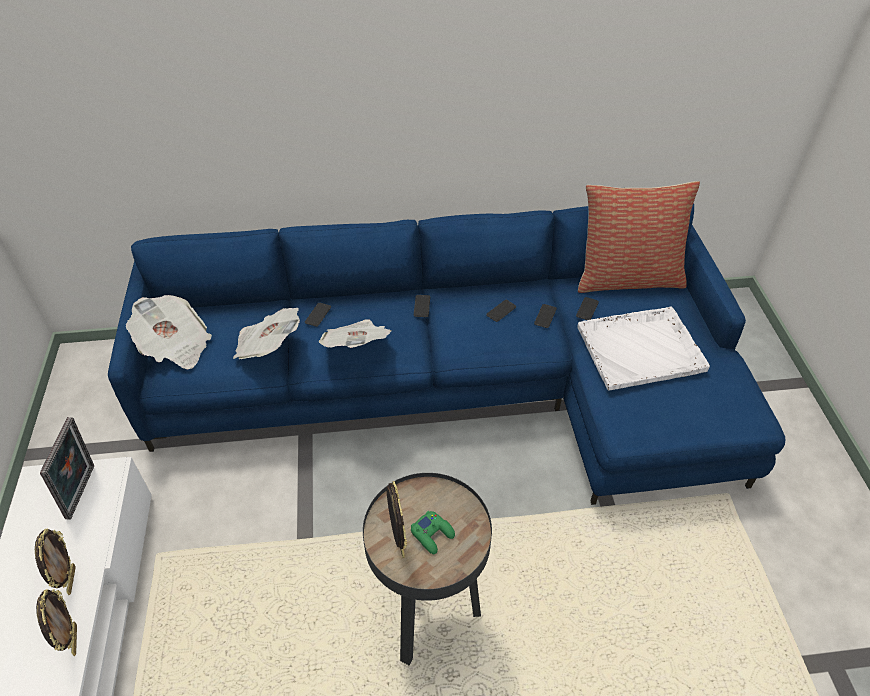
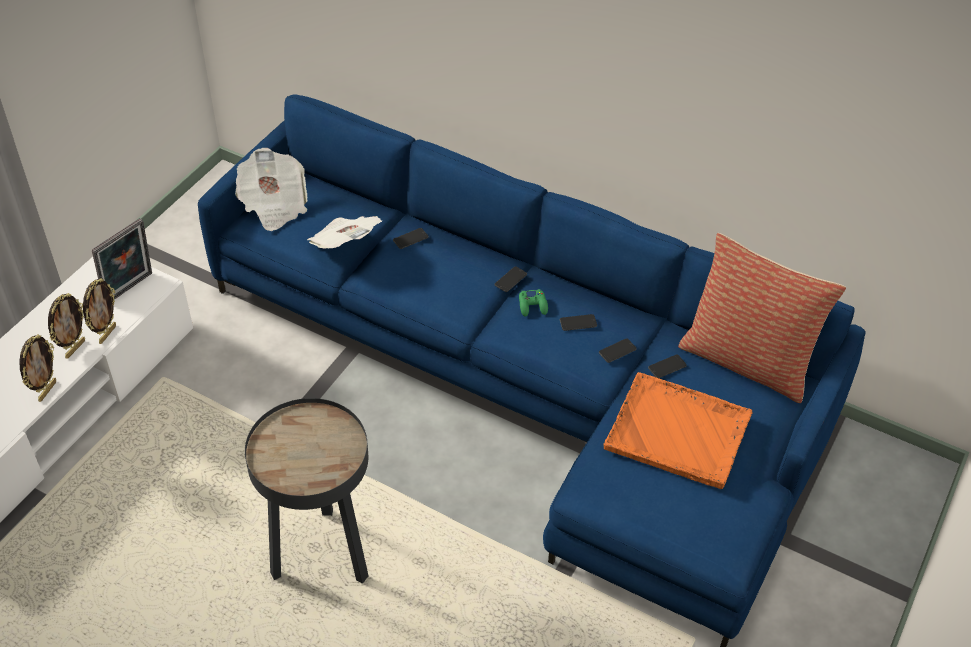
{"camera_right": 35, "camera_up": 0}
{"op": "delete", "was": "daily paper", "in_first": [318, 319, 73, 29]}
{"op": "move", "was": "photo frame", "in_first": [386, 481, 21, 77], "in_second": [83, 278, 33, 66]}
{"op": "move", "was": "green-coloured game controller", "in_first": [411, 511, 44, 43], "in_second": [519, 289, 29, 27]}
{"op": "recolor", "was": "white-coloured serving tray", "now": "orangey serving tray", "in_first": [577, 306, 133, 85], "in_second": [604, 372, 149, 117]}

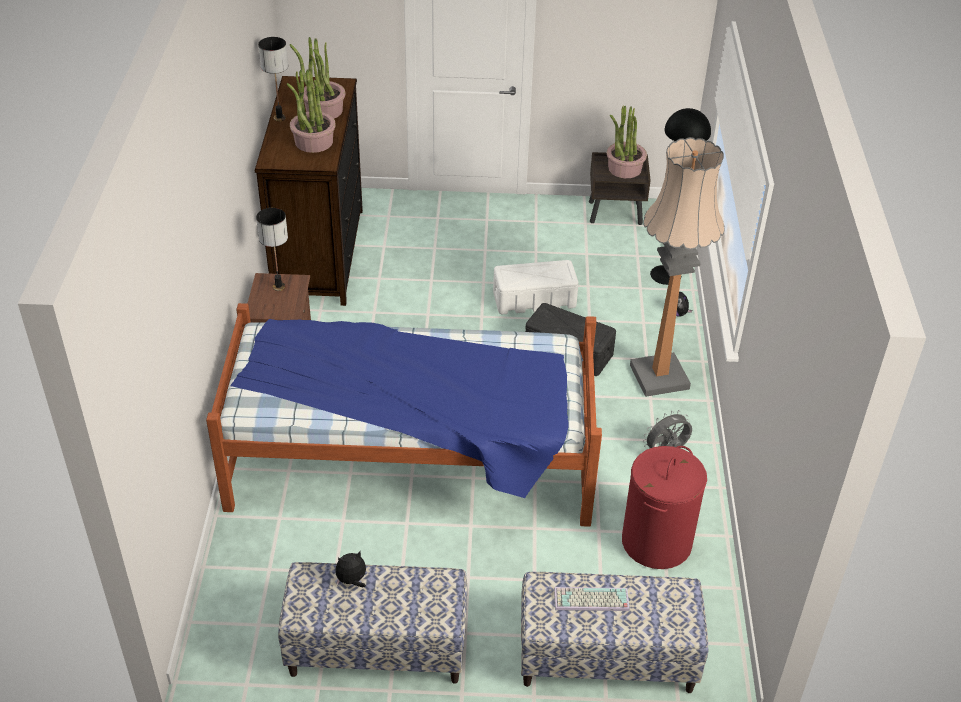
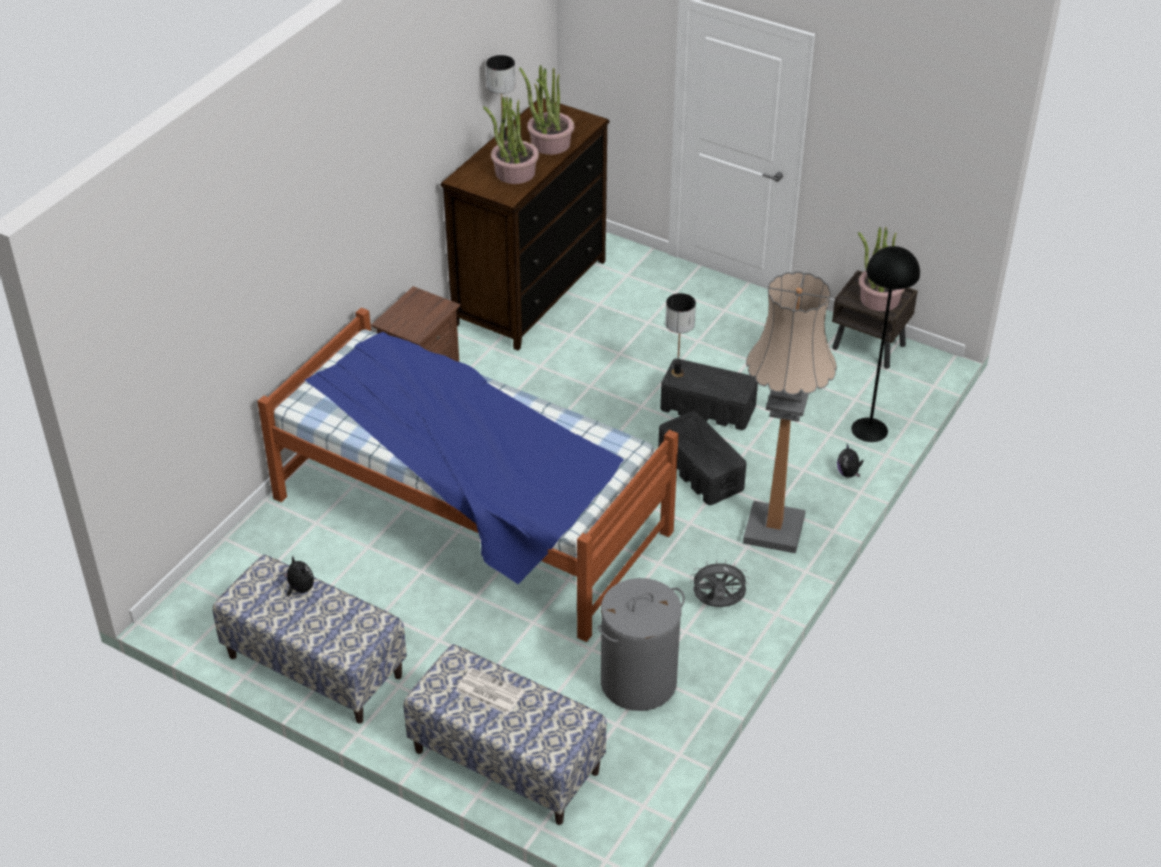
{"camera_right": 30, "camera_up": 0}
{"op": "move", "was": "tabletop lamp", "in_first": [256, 208, 32, 83], "in_second": [665, 293, 31, 84]}
{"op": "replace", "was": "computer keyboard", "now": "daily paper", "in_first": [554, 587, 76, 24], "in_second": [456, 668, 68, 46]}
{"op": "recolor", "was": "white-coloured storage bin", "now": "black-coloured storage bin", "in_first": [493, 260, 86, 54], "in_second": [660, 358, 98, 72]}
{"op": "recolor", "was": "reddish hamper", "now": "greyish hamper", "in_first": [622, 446, 85, 123], "in_second": [598, 578, 87, 133]}
{"op": "rotate", "was": "cuddly toy", "in_first": [335, 551, 31, 36], "in_second": [283, 556, 31, 40], "clockwise": 45}

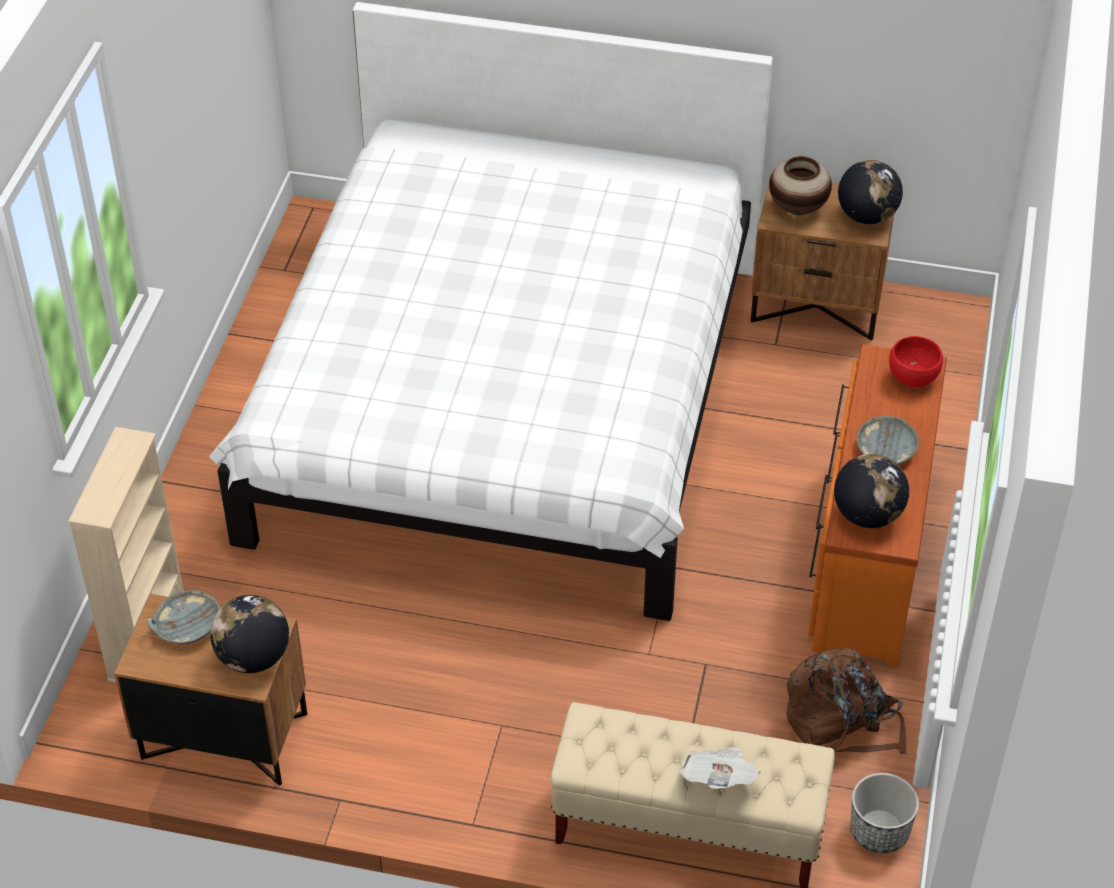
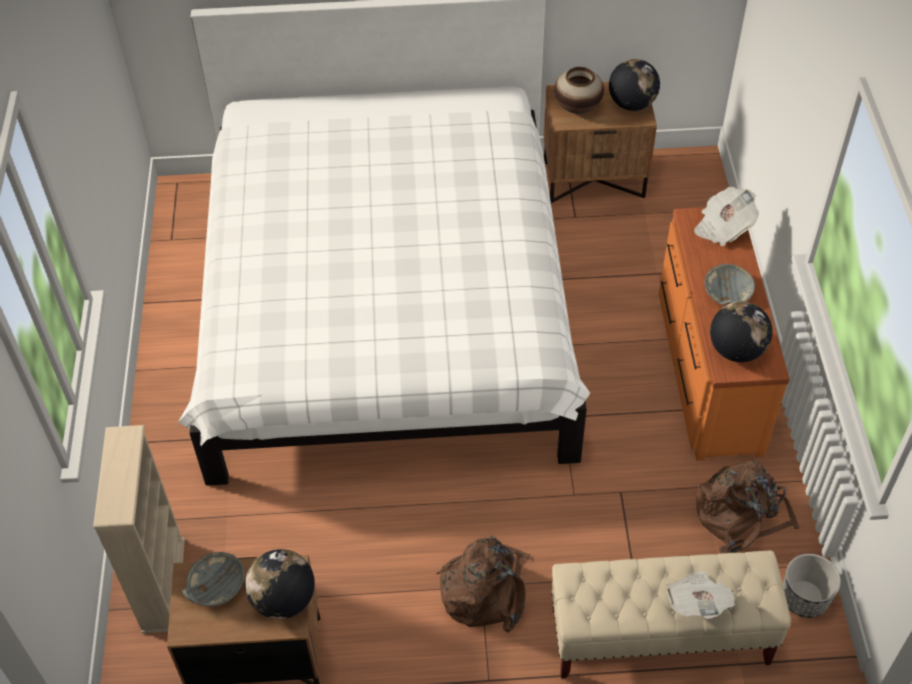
{"camera_right": -15, "camera_up": 5}
{"op": "insert", "now": "brown backpack", "in_second": [436, 536, 94, 97]}
{"op": "replace", "was": "reddish serving bowl", "now": "daily paper", "in_first": [889, 336, 54, 51], "in_second": [694, 187, 65, 59]}

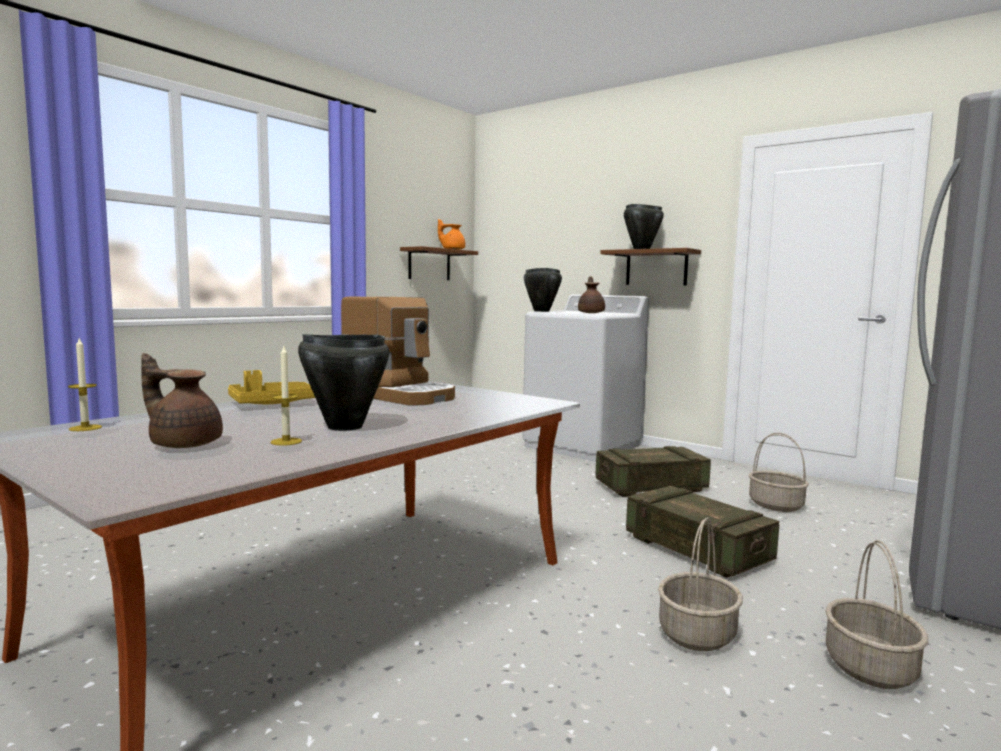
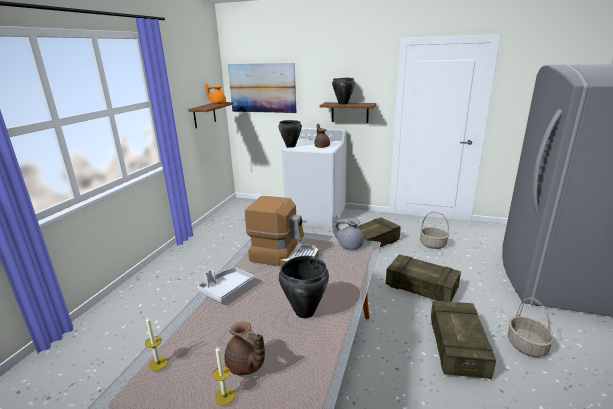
{"camera_right": -20, "camera_up": 15}
{"op": "insert", "now": "picture", "in_second": [228, 63, 68, 50]}
{"op": "insert", "now": "greyish pot for tea", "in_second": [332, 214, 32, 35]}
{"op": "move", "was": "wax light", "in_first": [270, 346, 32, 100], "in_second": [212, 346, 23, 59]}
{"op": "replace", "was": "storage basket", "now": "crate", "in_first": [658, 517, 85, 134], "in_second": [431, 301, 65, 78]}
{"op": "recolor", "was": "yellow-coloured serving tray", "now": "greyish serving tray", "in_first": [228, 370, 87, 34], "in_second": [197, 267, 58, 36]}
{"op": "rotate", "was": "brown pot for tea", "in_first": [141, 353, 82, 95], "in_second": [224, 322, 41, 53], "clockwise": -135}

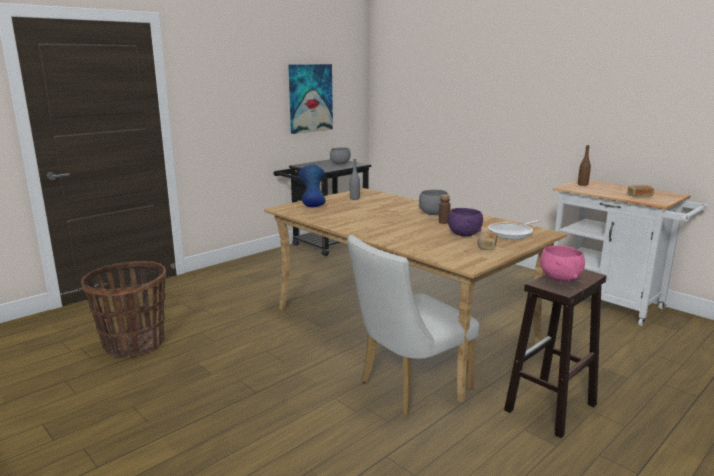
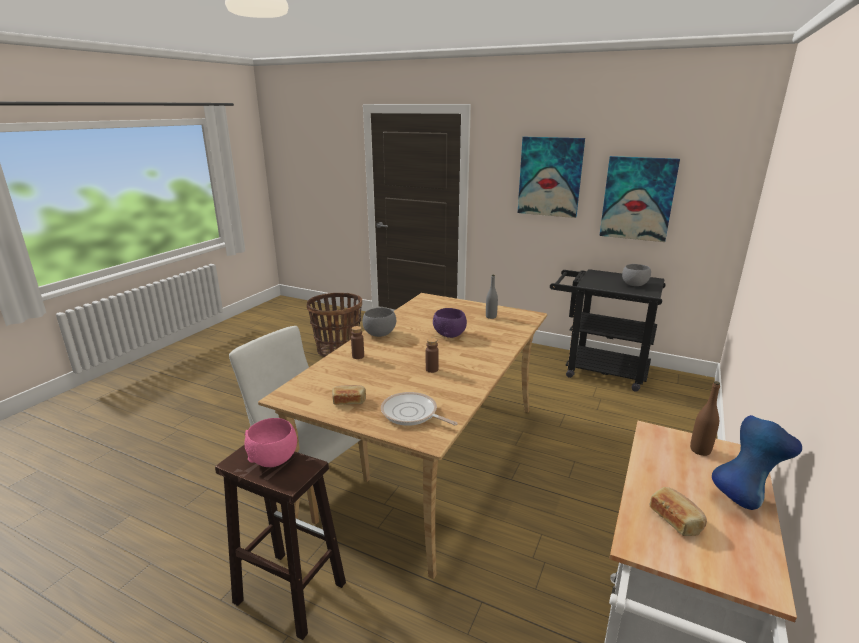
{"camera_right": 70, "camera_up": 5}
{"op": "insert", "now": "brown bottle", "in_second": [351, 326, 13, 33]}
{"op": "insert", "now": "picture", "in_second": [518, 137, 67, 81]}
{"op": "move", "was": "blue-coloured vase", "in_first": [298, 164, 27, 43], "in_second": [712, 415, 90, 95]}
{"op": "move", "was": "greyish serving bowl", "in_first": [419, 190, 29, 25], "in_second": [362, 307, 34, 30]}
{"op": "move", "was": "purple serving bowl", "in_first": [448, 208, 35, 29], "in_second": [433, 308, 34, 30]}

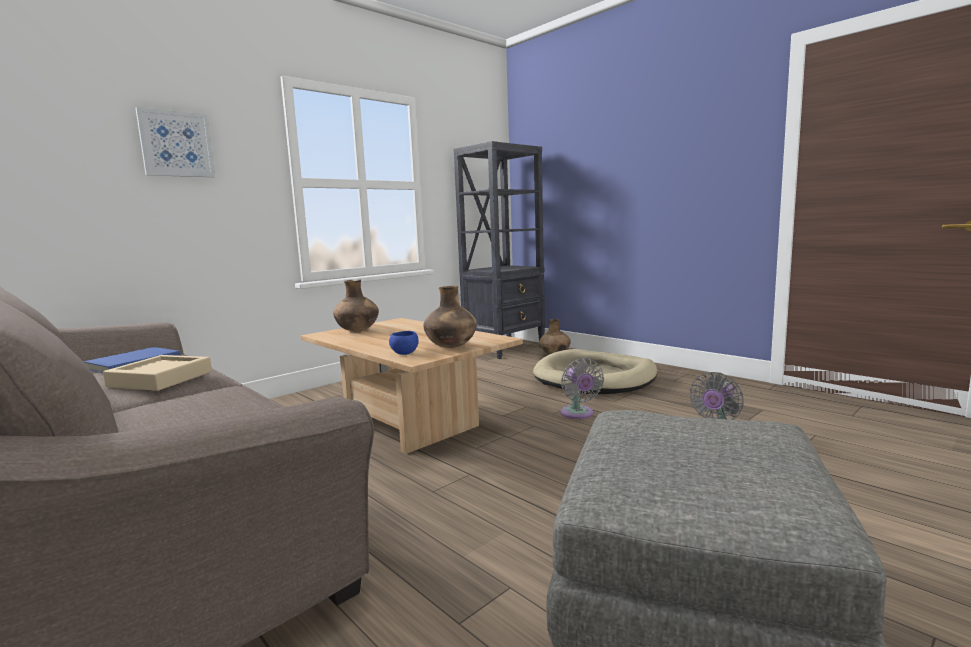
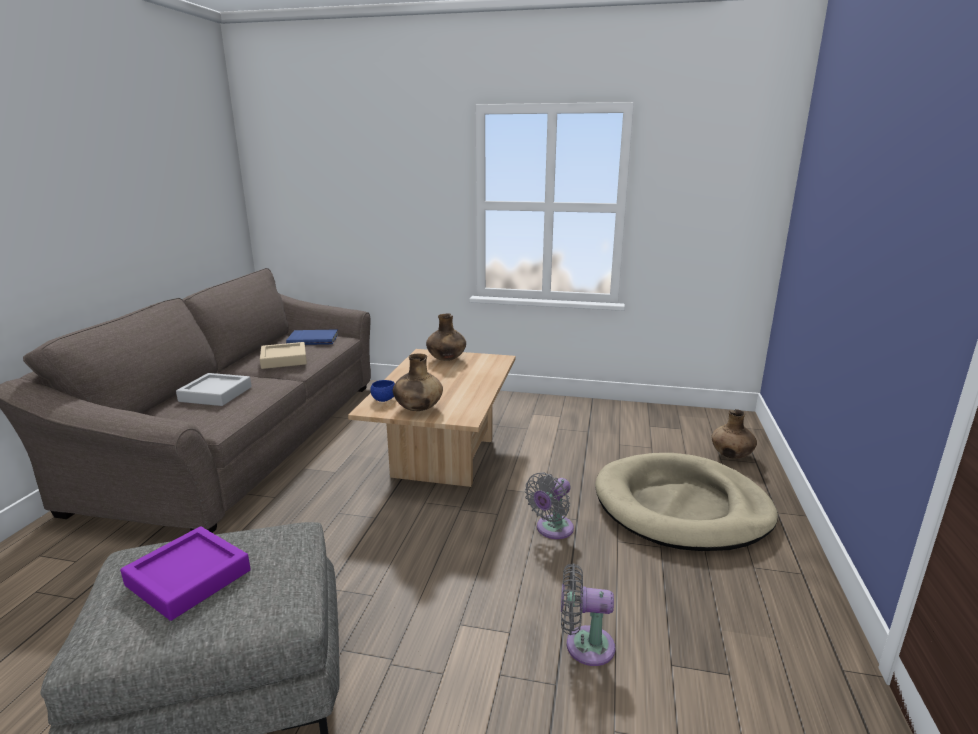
{"camera_right": 55, "camera_up": 10}
{"op": "delete", "was": "picture", "in_first": [135, 107, 80, 70]}
{"op": "delete", "was": "black-coloured shelving unit", "in_first": [454, 141, 91, 218]}
{"op": "insert", "now": "purple serving tray", "in_second": [120, 526, 131, 95]}
{"op": "insert", "now": "greyish serving tray", "in_second": [176, 373, 76, 33]}

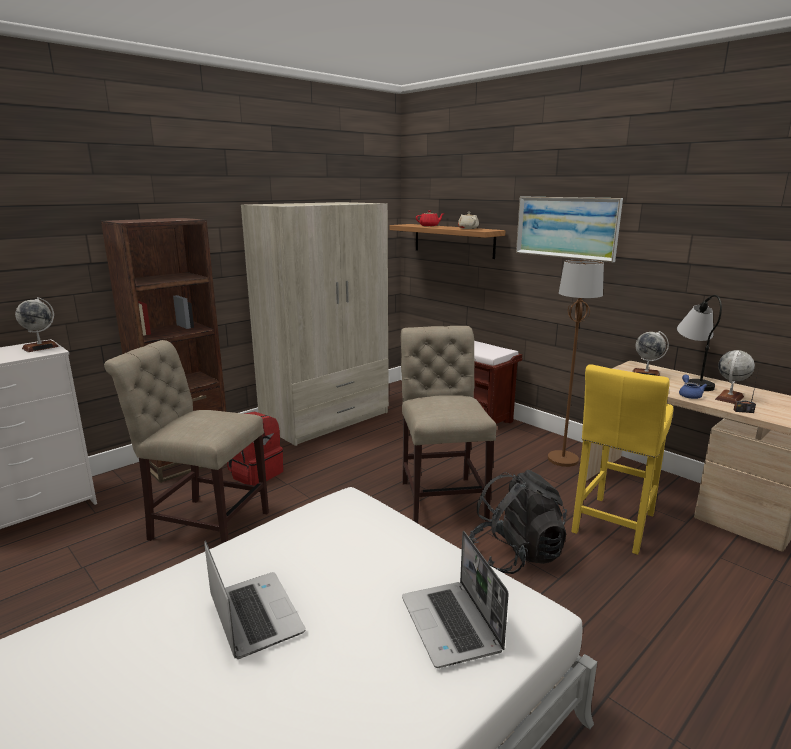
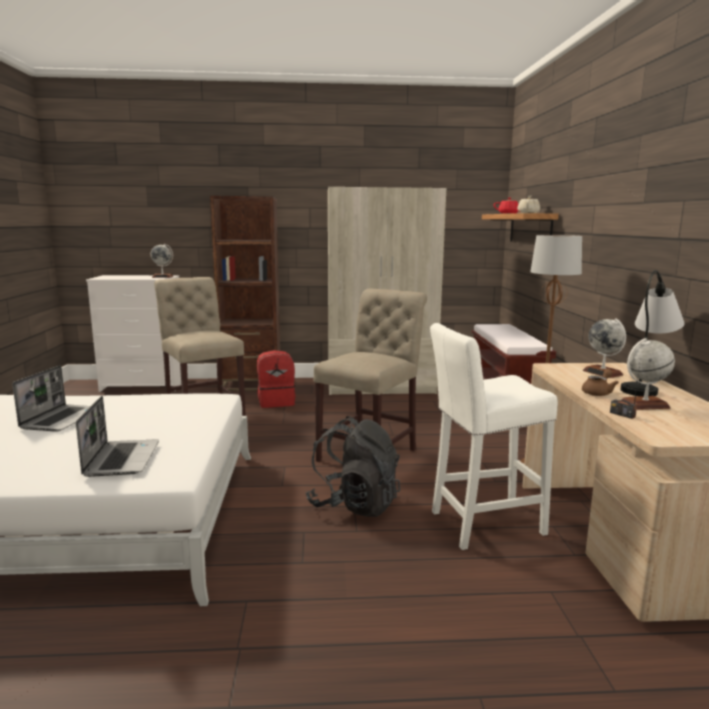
{"camera_right": 40, "camera_up": -5}
{"op": "delete", "was": "picture", "in_first": [516, 197, 107, 66]}
{"op": "recolor", "was": "yellow-coloured sitting stool", "now": "white-coloured sitting stool", "in_first": [571, 364, 102, 191], "in_second": [430, 323, 128, 227]}
{"op": "recolor", "was": "blue-coloured pot for tea", "now": "brown pot for tea", "in_first": [679, 375, 28, 24], "in_second": [582, 369, 37, 27]}
{"op": "rotate", "was": "portable computer", "in_first": [402, 531, 107, 137], "in_second": [76, 396, 83, 81], "clockwise": 150}

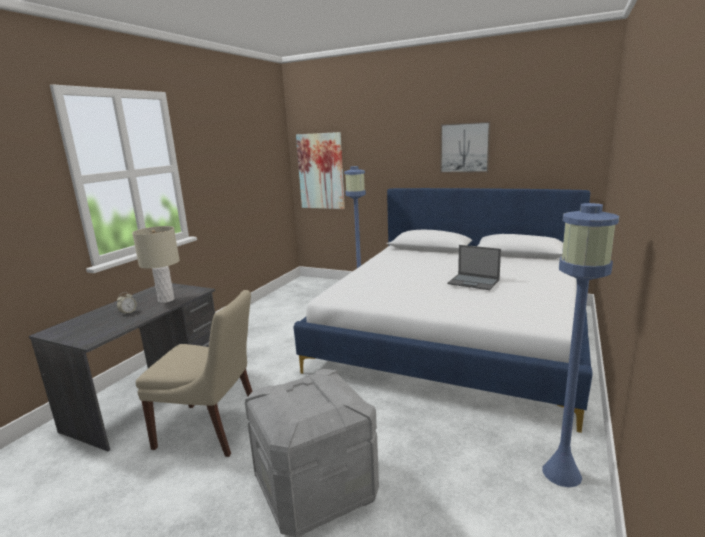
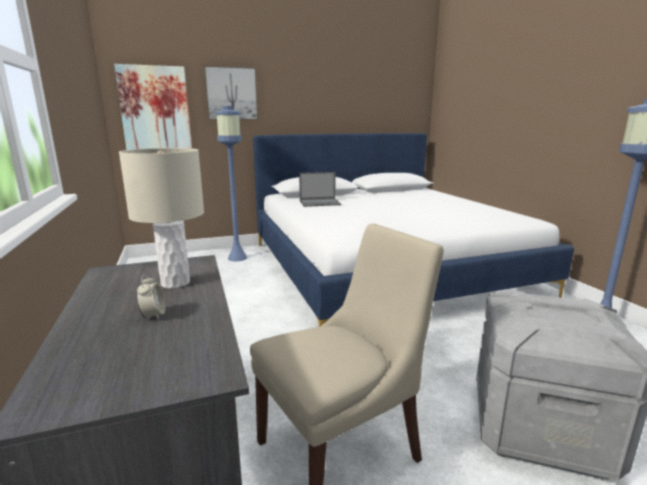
{"camera_right": -45, "camera_up": 0}
{"op": "move", "was": "picture", "in_first": [440, 122, 51, 51], "in_second": [204, 65, 54, 55]}
{"op": "move", "was": "portable computer", "in_first": [447, 245, 54, 45], "in_second": [299, 172, 42, 35]}

